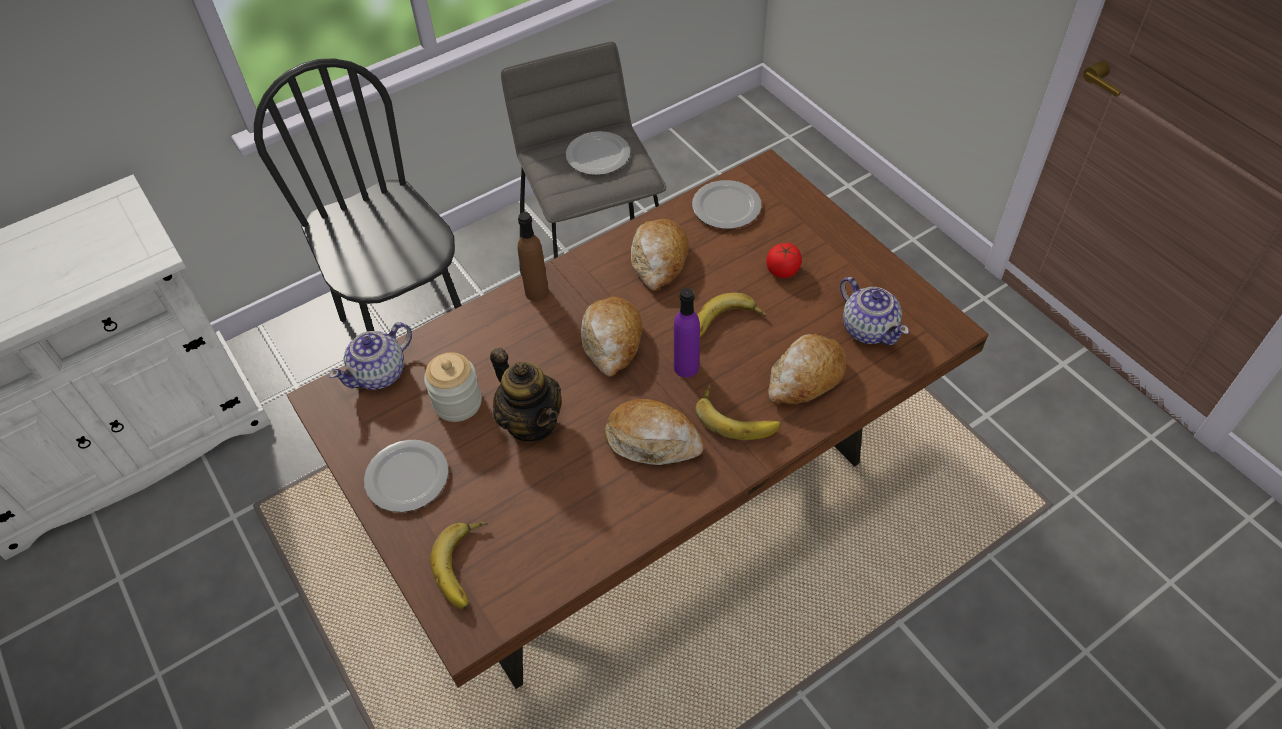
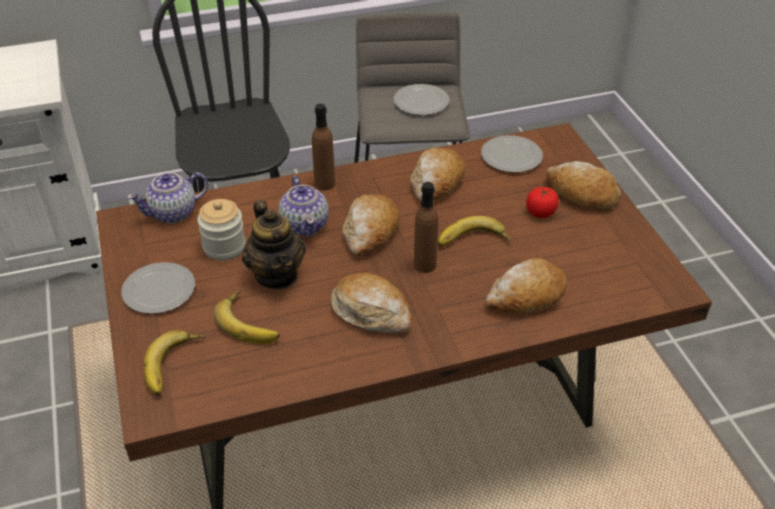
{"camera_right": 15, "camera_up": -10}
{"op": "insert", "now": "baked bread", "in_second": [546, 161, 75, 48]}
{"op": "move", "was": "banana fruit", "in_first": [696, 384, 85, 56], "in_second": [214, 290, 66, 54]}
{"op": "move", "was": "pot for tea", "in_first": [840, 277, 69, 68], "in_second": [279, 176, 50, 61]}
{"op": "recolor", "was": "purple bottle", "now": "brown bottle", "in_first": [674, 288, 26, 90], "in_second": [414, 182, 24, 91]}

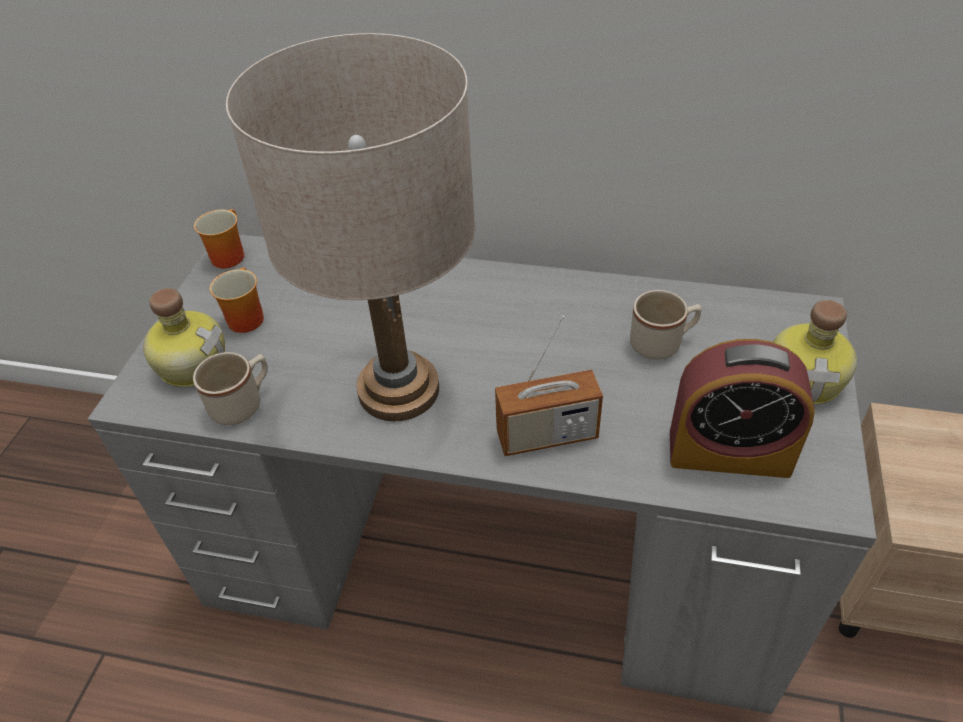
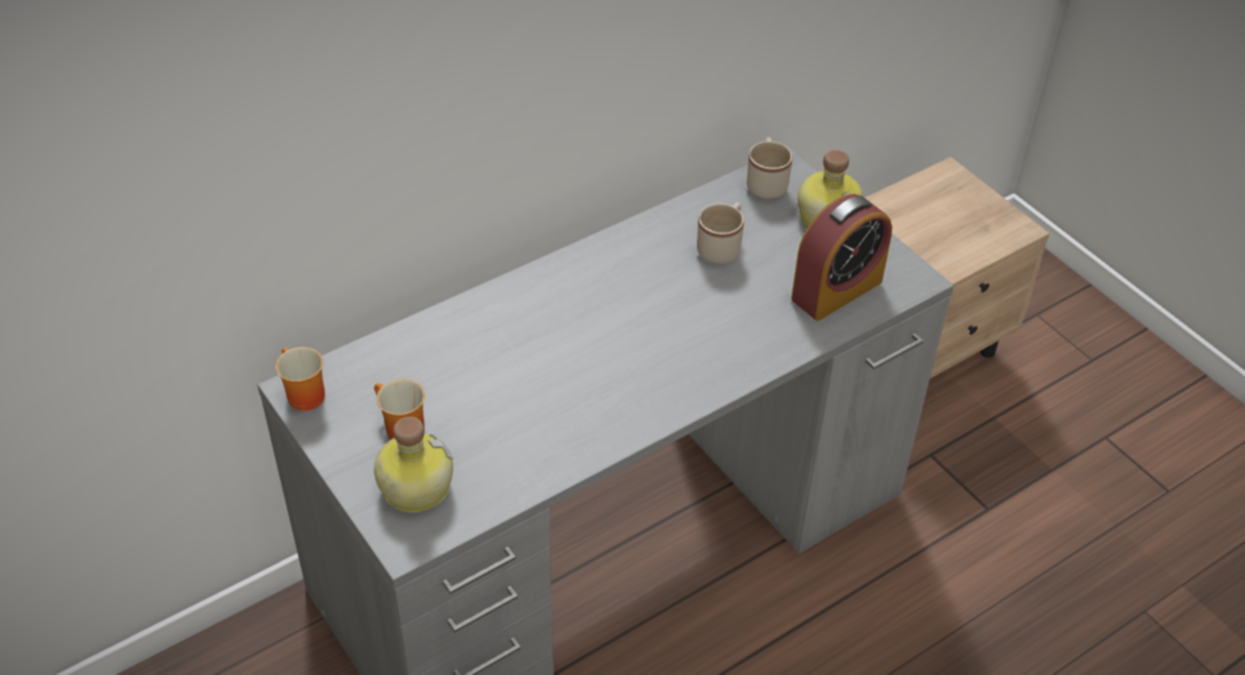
{"camera_right": -50, "camera_up": 0}
{"op": "delete", "was": "beige-coloured tabletop lamp", "in_first": [226, 33, 249, 388]}
{"op": "delete", "was": "radio", "in_first": [495, 316, 108, 140]}
{"op": "move", "was": "beige-coloured tea mug", "in_first": [193, 352, 75, 73], "in_second": [747, 137, 46, 62]}

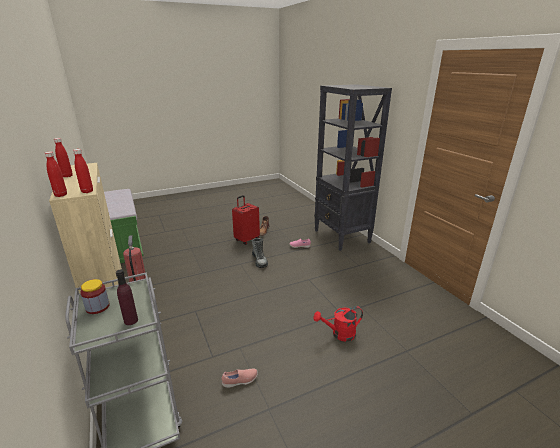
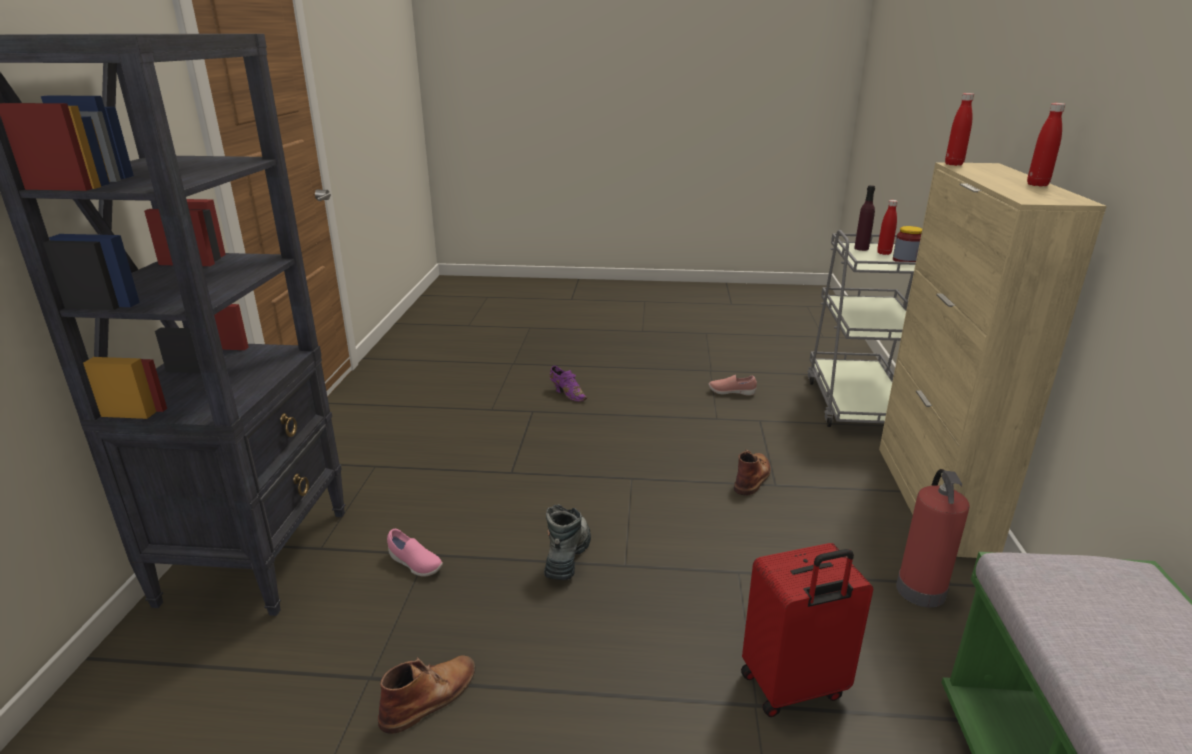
{"camera_right": -150, "camera_up": 0}
{"op": "insert", "now": "brown high-top boot", "in_second": [734, 450, 37, 45]}
{"op": "move", "was": "reddish bottle", "in_first": [45, 151, 22, 46], "in_second": [877, 200, 21, 55]}
{"op": "move", "was": "reddish travel case", "in_first": [232, 195, 28, 50], "in_second": [741, 543, 132, 174]}
{"op": "replace", "was": "reddish watering pot", "now": "purple item of footwear", "in_first": [314, 306, 49, 36], "in_second": [549, 366, 38, 36]}

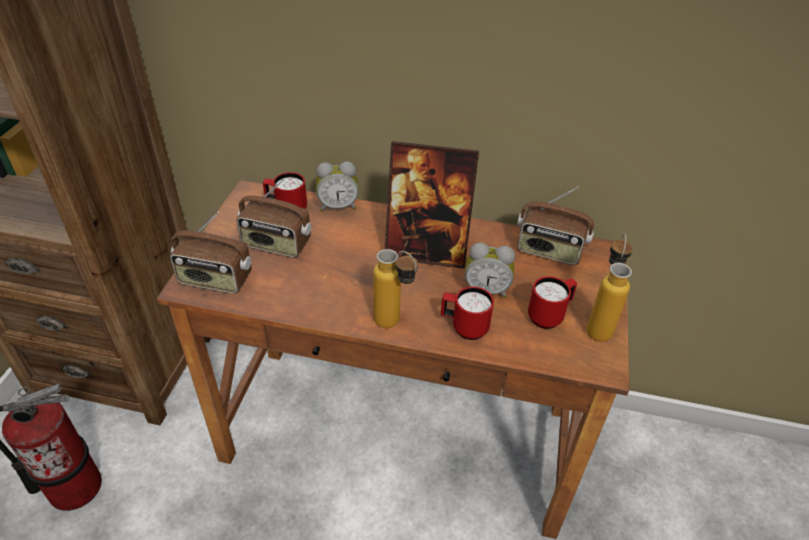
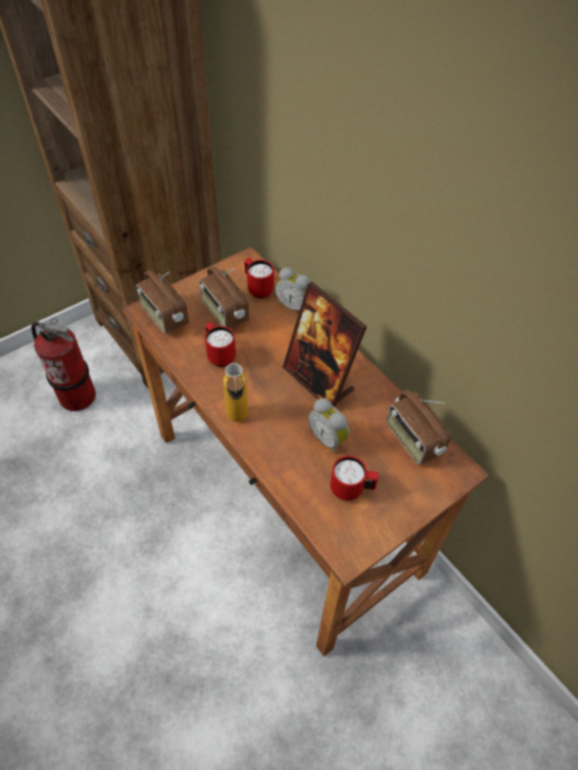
{"camera_right": 40, "camera_up": 10}
{"op": "delete", "was": "bottle", "in_first": [587, 234, 46, 108]}
{"op": "move", "was": "reddish tea mug", "in_first": [441, 287, 53, 53], "in_second": [205, 322, 31, 45]}

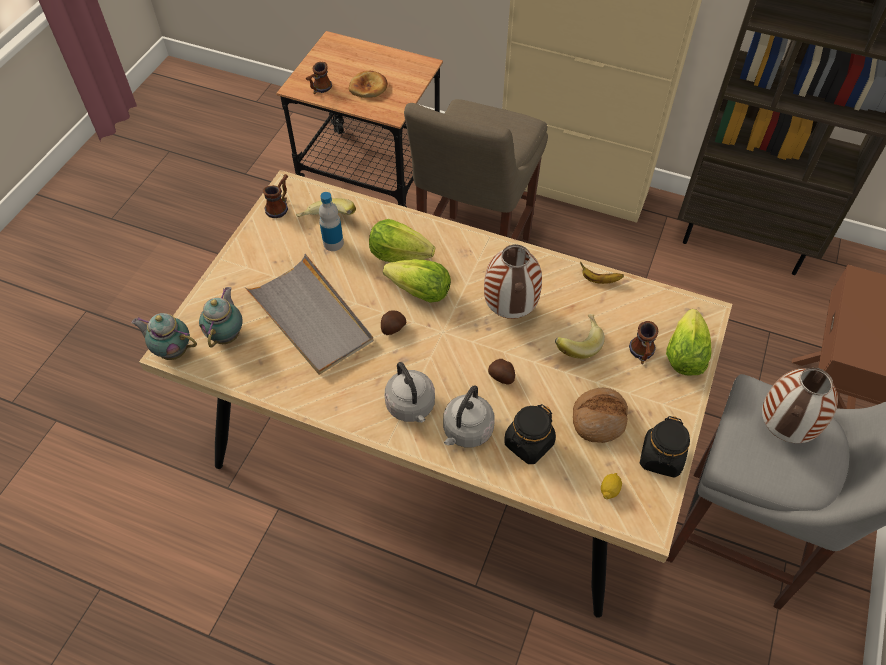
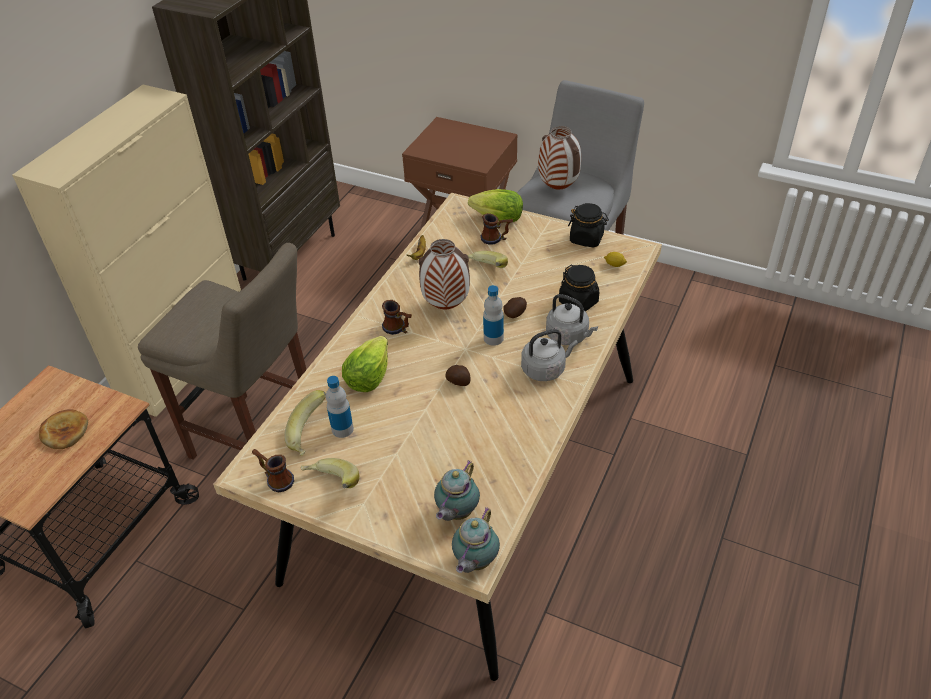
{"camera_right": -85, "camera_up": -10}
{"op": "delete", "was": "greyish serving tray", "in_first": [244, 254, 130, 121]}
{"op": "delete", "was": "lettuce head", "in_first": [383, 259, 68, 44]}
{"op": "delete", "was": "baked bread", "in_first": [573, 388, 55, 55]}
{"op": "insert", "now": "banana fruit", "in_second": [301, 458, 59, 30]}
{"op": "insert", "now": "bottle", "in_second": [483, 285, 21, 61]}
{"op": "move", "was": "tea mug", "in_first": [306, 62, 26, 32], "in_second": [382, 300, 30, 35]}
{"op": "rotate", "was": "pot for tea", "in_first": [199, 287, 44, 61], "in_second": [434, 460, 46, 61], "clockwise": -75}

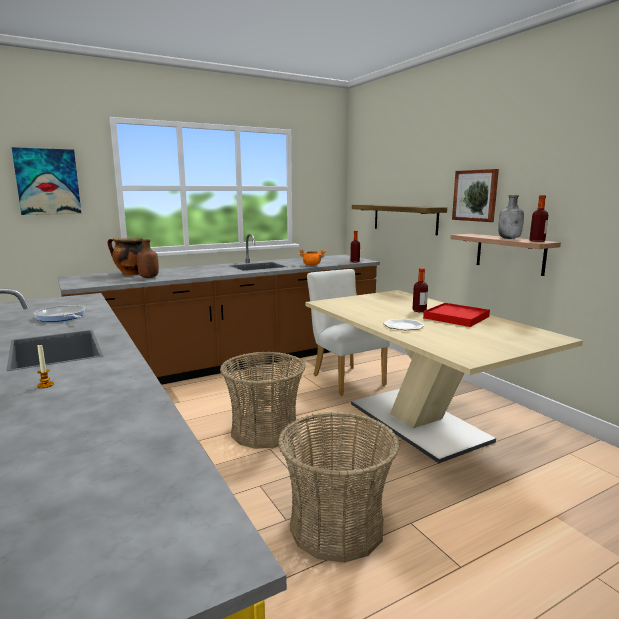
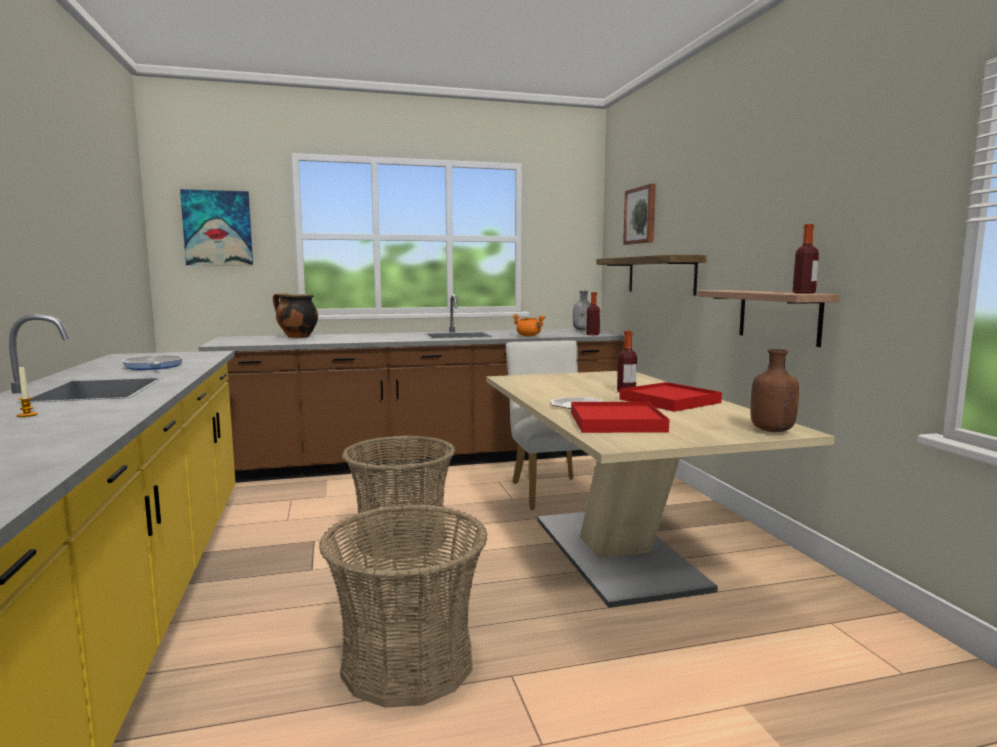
{"camera_right": 15, "camera_up": -5}
{"op": "insert", "now": "reddish serving tray", "in_second": [571, 402, 99, 31]}
{"op": "move", "was": "brown bottle", "in_first": [137, 240, 22, 38], "in_second": [750, 349, 49, 83]}
{"op": "move", "was": "picture", "in_first": [452, 169, 47, 53], "in_second": [623, 184, 33, 61]}
{"op": "move", "was": "greyish bottle", "in_first": [498, 195, 26, 44], "in_second": [573, 291, 18, 39]}

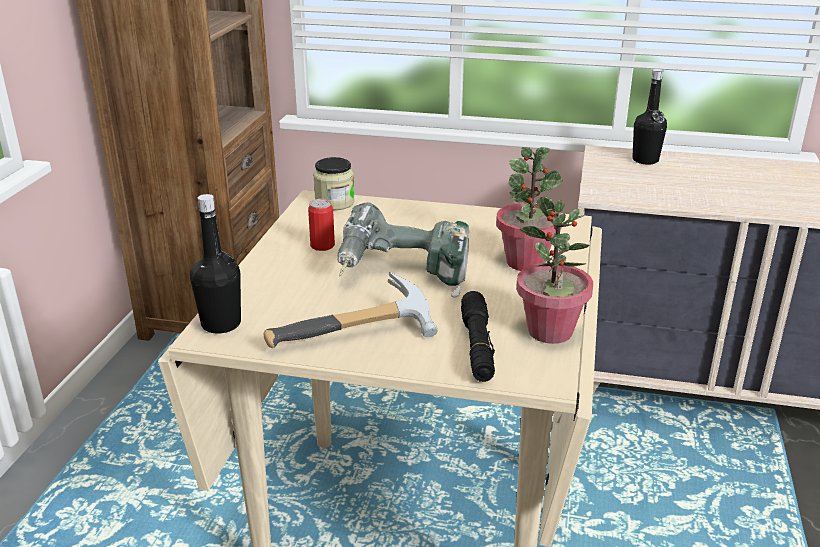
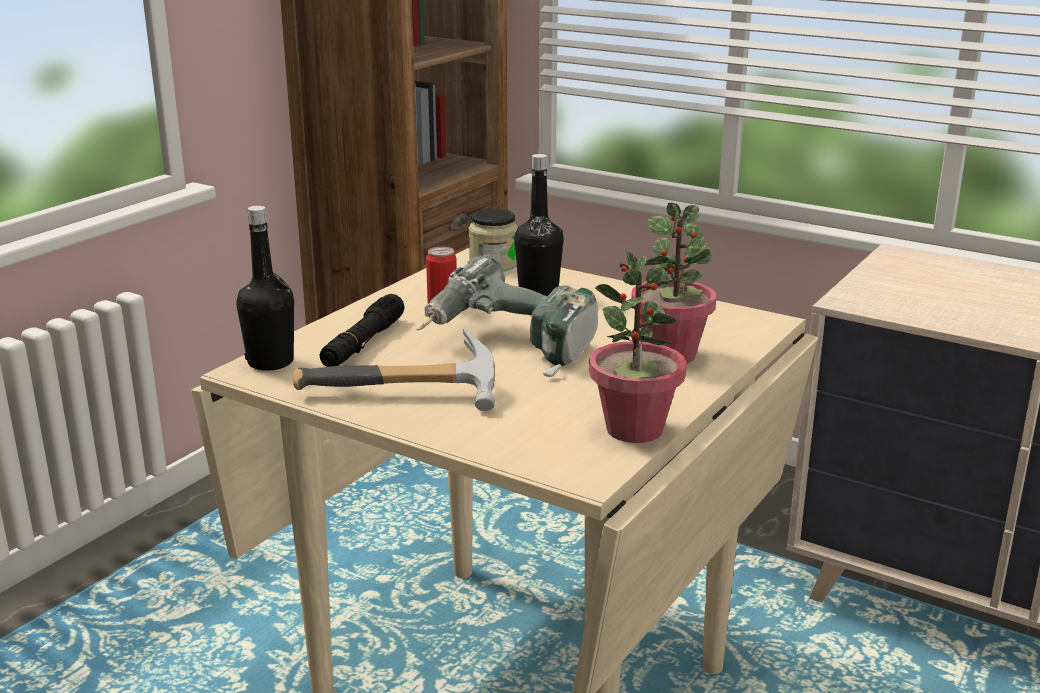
{"camera_right": 20, "camera_up": -5}
{"op": "move", "was": "black-coloured torch", "in_first": [461, 291, 34, 91], "in_second": [320, 294, 84, 73]}
{"op": "move", "was": "black-coloured bottle", "in_first": [632, 69, 35, 96], "in_second": [514, 154, 50, 142]}

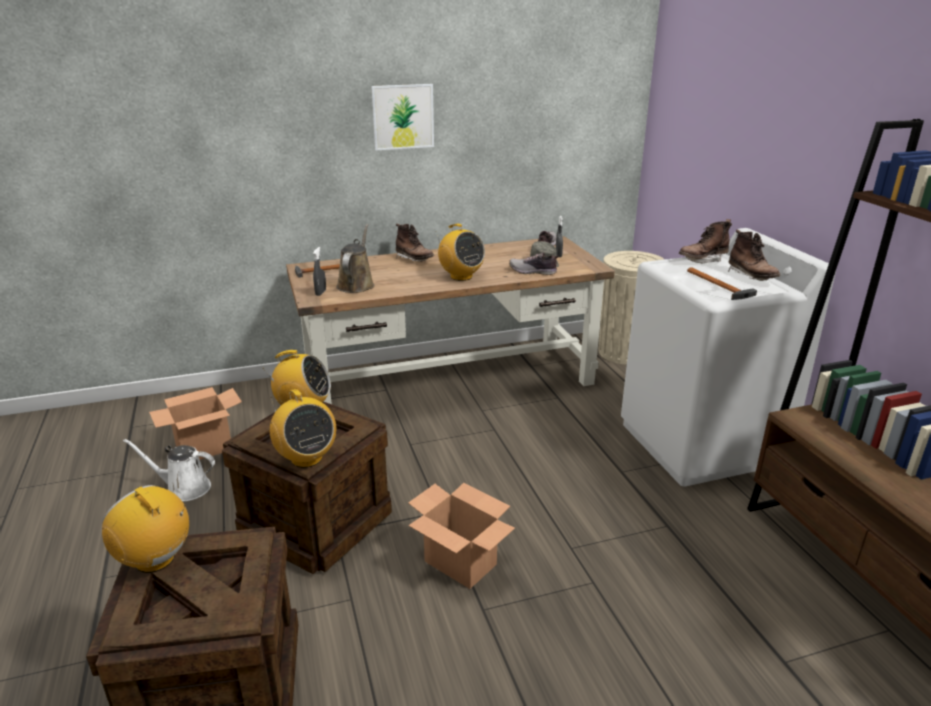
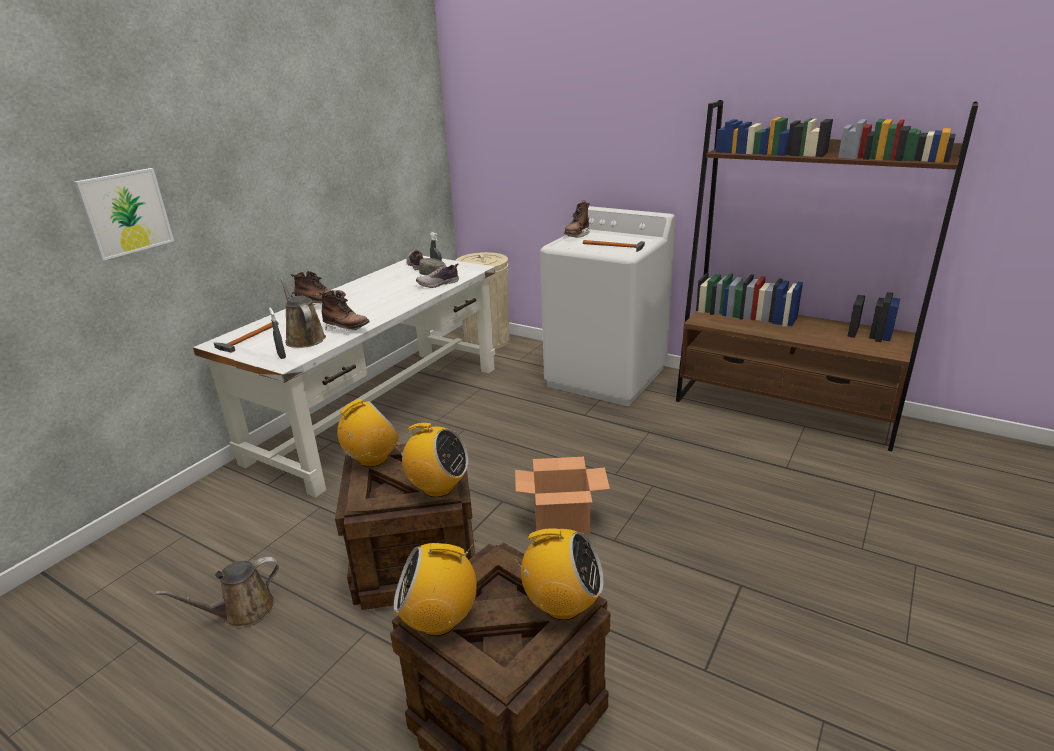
{"camera_right": -40, "camera_up": 0}
{"op": "delete", "was": "packing box", "in_first": [149, 387, 93, 73]}
{"op": "move", "was": "picture", "in_first": [371, 84, 63, 66], "in_second": [74, 168, 100, 93]}
{"op": "move", "was": "radio", "in_first": [437, 224, 48, 57], "in_second": [513, 528, 91, 92]}
{"op": "move", "was": "brown high-top boot", "in_first": [728, 230, 52, 51], "in_second": [319, 290, 51, 41]}
{"op": "recolor", "was": "white-coloured watering pot", "now": "brown watering pot", "in_first": [123, 439, 92, 62], "in_second": [155, 557, 124, 70]}
{"op": "recolor", "was": "brown desk", "now": "white-coloured desk", "in_first": [286, 236, 329, 168], "in_second": [193, 256, 302, 242]}

